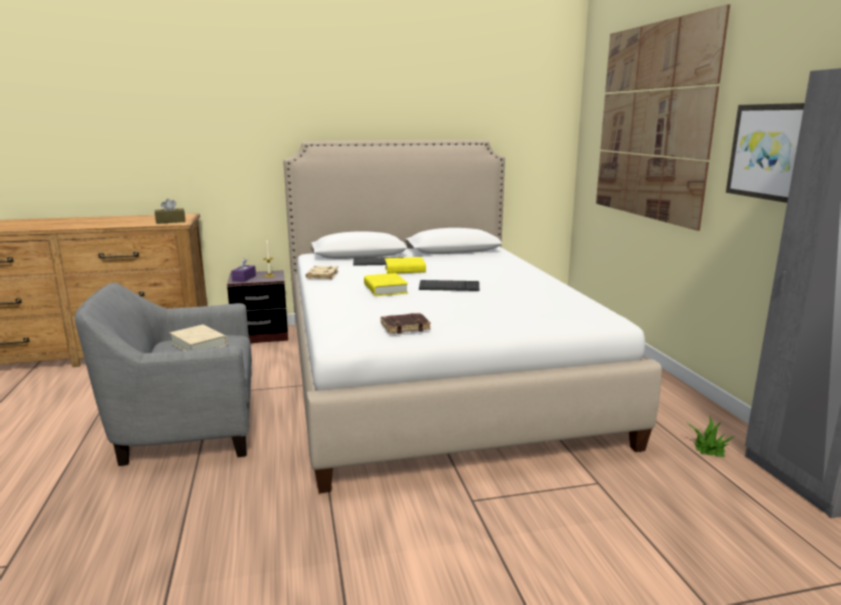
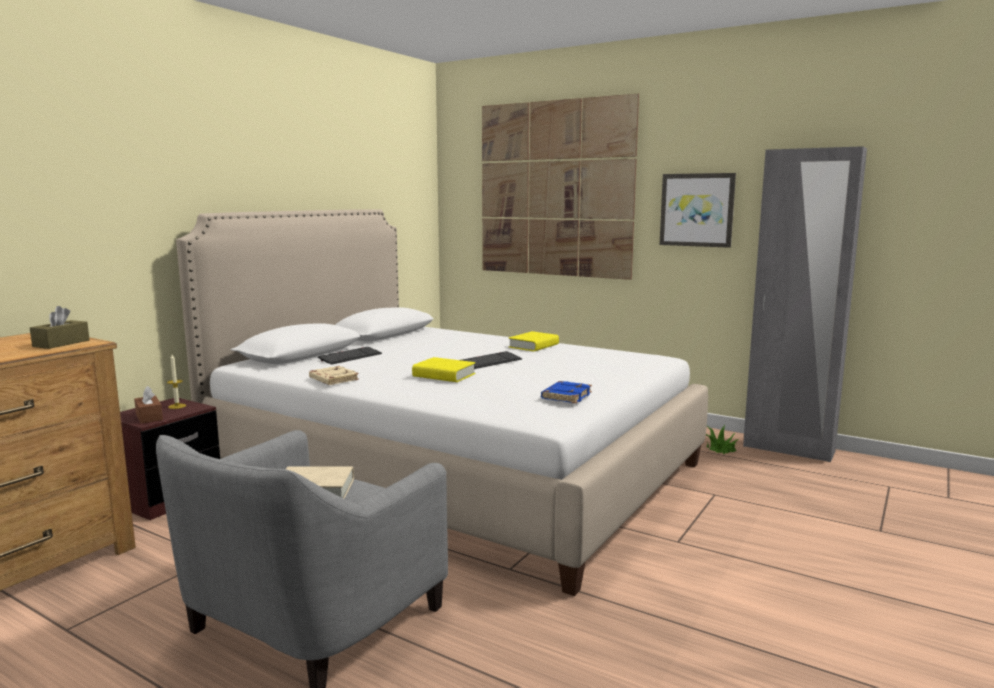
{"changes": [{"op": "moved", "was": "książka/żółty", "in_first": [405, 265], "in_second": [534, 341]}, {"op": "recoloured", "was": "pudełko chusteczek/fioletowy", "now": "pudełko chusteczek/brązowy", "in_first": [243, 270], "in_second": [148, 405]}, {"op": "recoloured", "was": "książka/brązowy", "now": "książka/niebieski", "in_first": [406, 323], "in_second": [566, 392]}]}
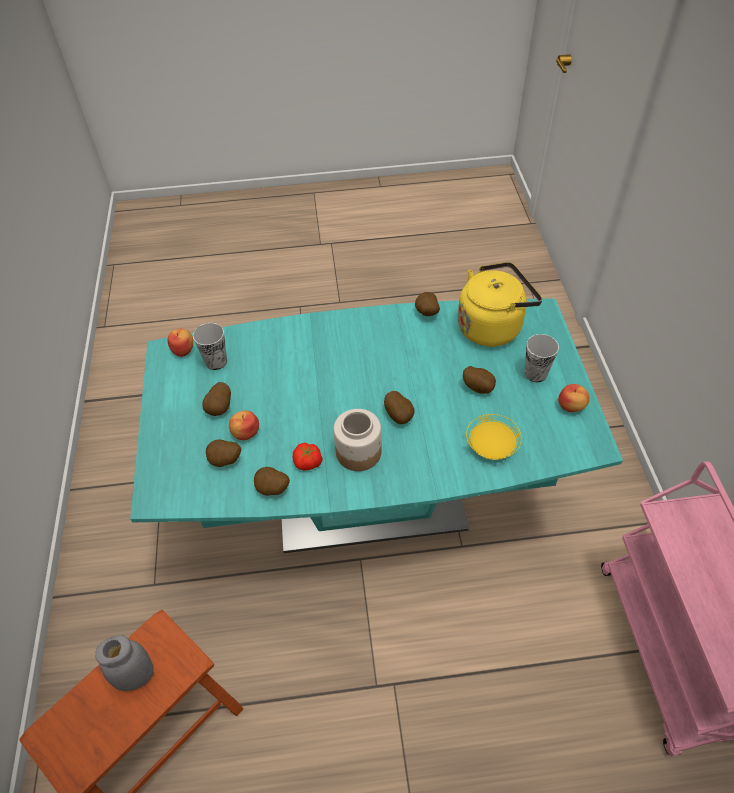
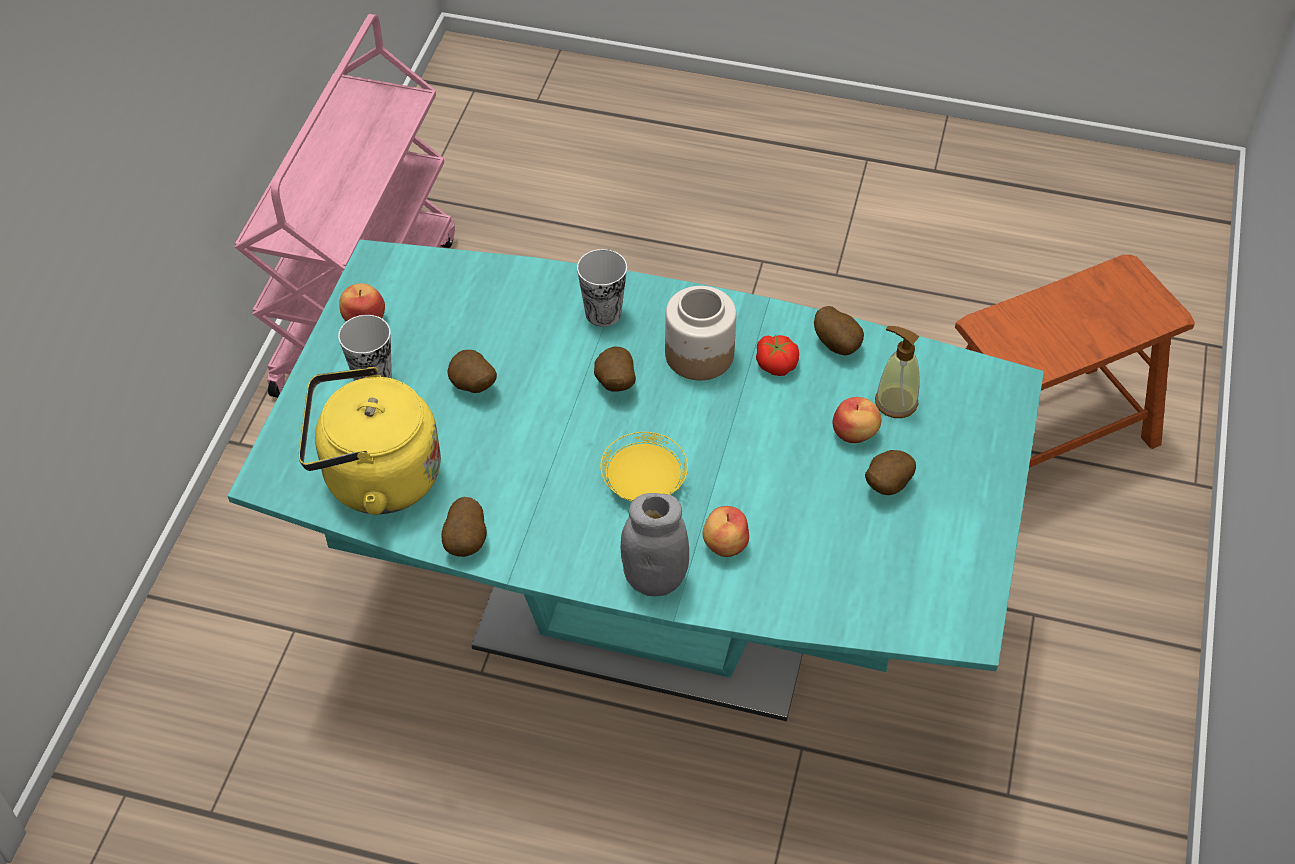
{"changes": [{"op": "moved", "was": "słoik/szary", "in_first": [124, 663], "in_second": [655, 544]}, {"op": "moved", "was": "jabłko", "in_first": [180, 343], "in_second": [725, 531]}, {"op": "moved", "was": "filiżanka", "in_first": [210, 346], "in_second": [602, 288]}, {"op": "moved", "was": "talerz/żółty", "in_first": [494, 437], "in_second": [644, 466]}, {"op": "replaced", "was": "ziemniak", "now": "dozownik mydła", "in_first": [223, 453], "in_second": [897, 372]}]}
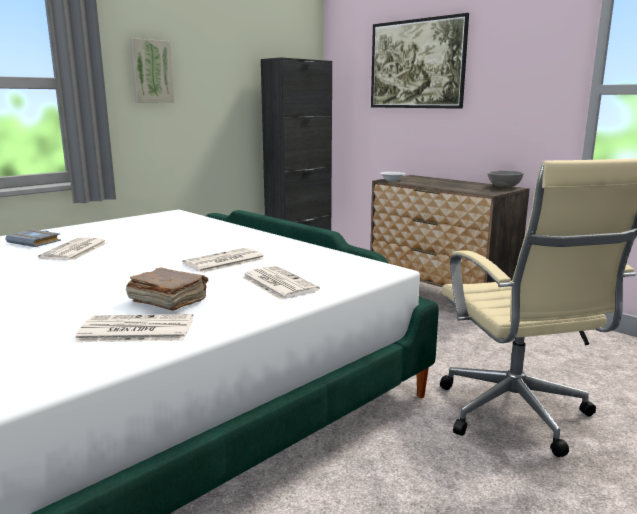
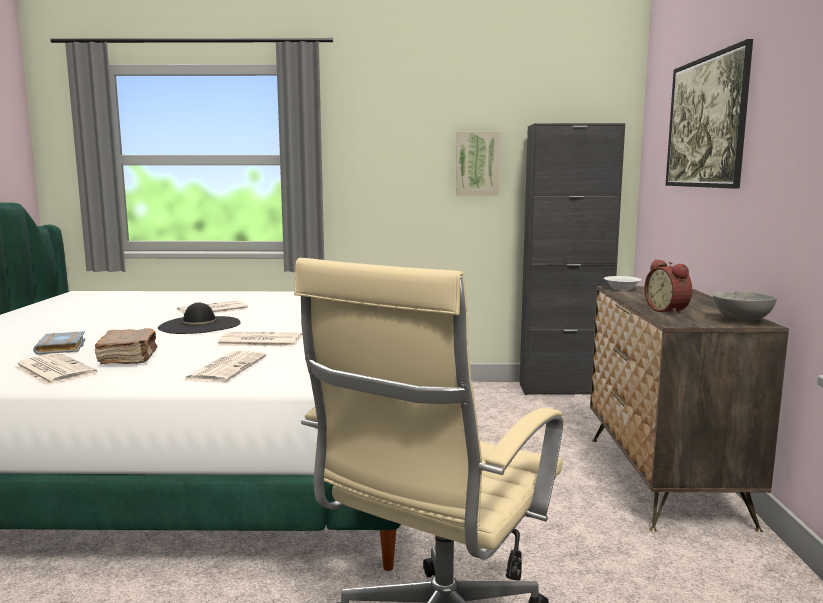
{"changes": [{"op": "added", "now": "kapelusz/czarny", "in_second": [199, 318]}, {"op": "added", "now": "budzik", "in_second": [668, 287]}, {"op": "moved", "was": "książka/szary", "in_first": [33, 238], "in_second": [59, 343]}, {"op": "moved", "was": "obraz", "in_first": [152, 70], "in_second": [478, 163]}]}
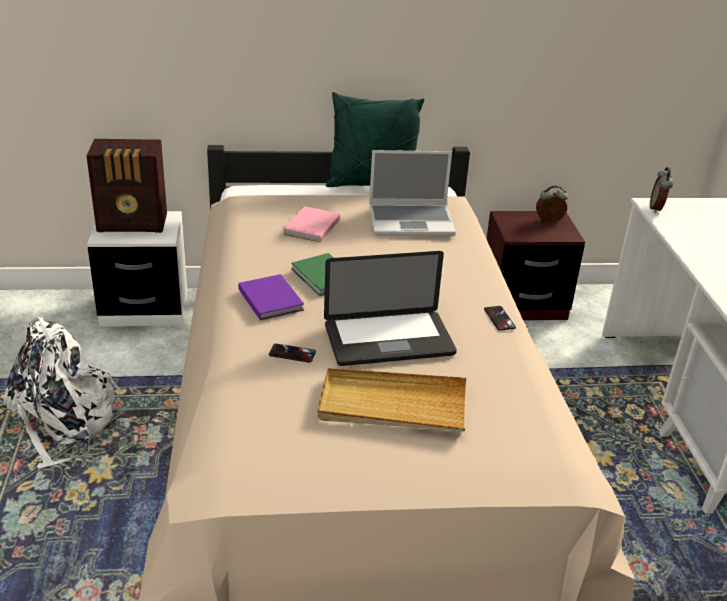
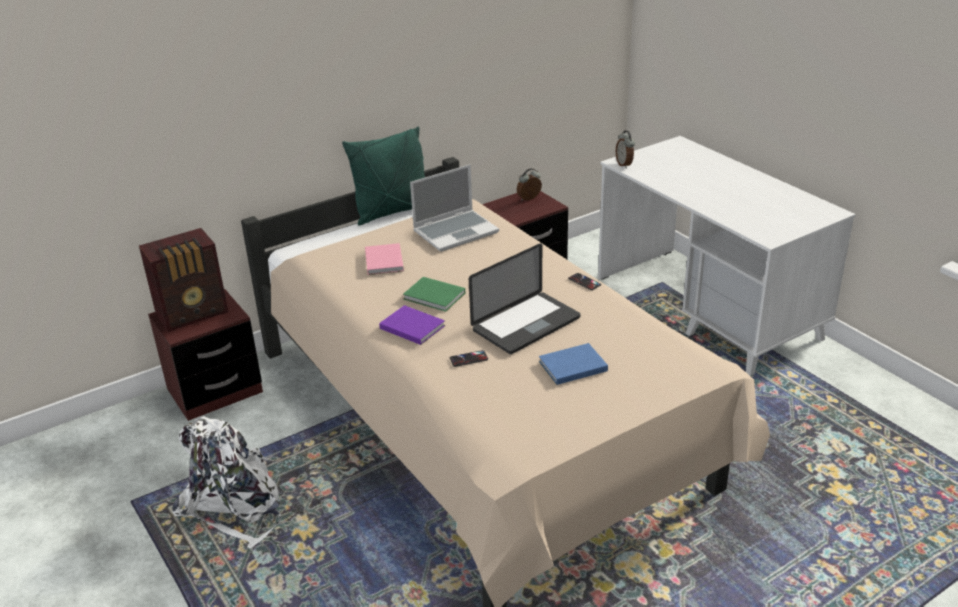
{"changes": [{"op": "replaced", "was": "taca/beżowy", "now": "książka/niebieski", "in_first": [391, 399], "in_second": [573, 364]}, {"op": "recoloured", "was": "szafka nocna/biały", "now": "szafka nocna/brązowy", "in_first": [137, 269], "in_second": [205, 355]}]}
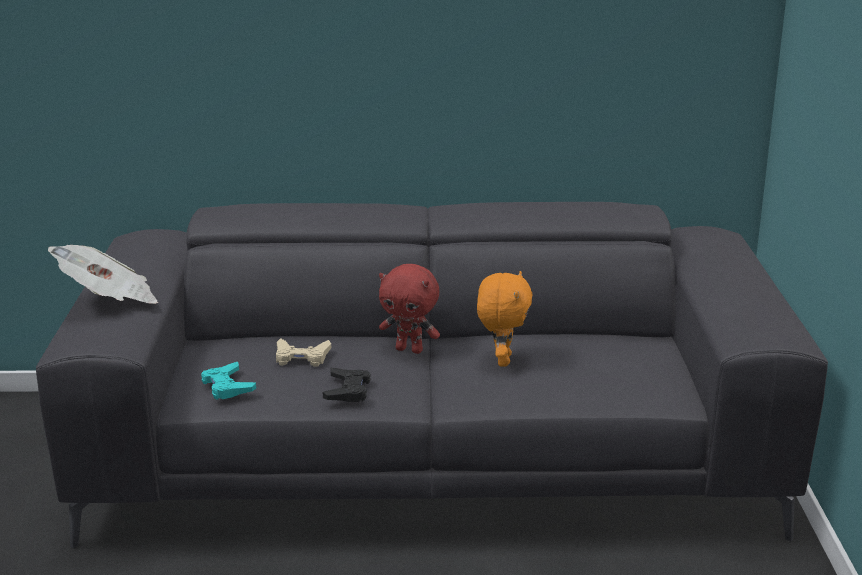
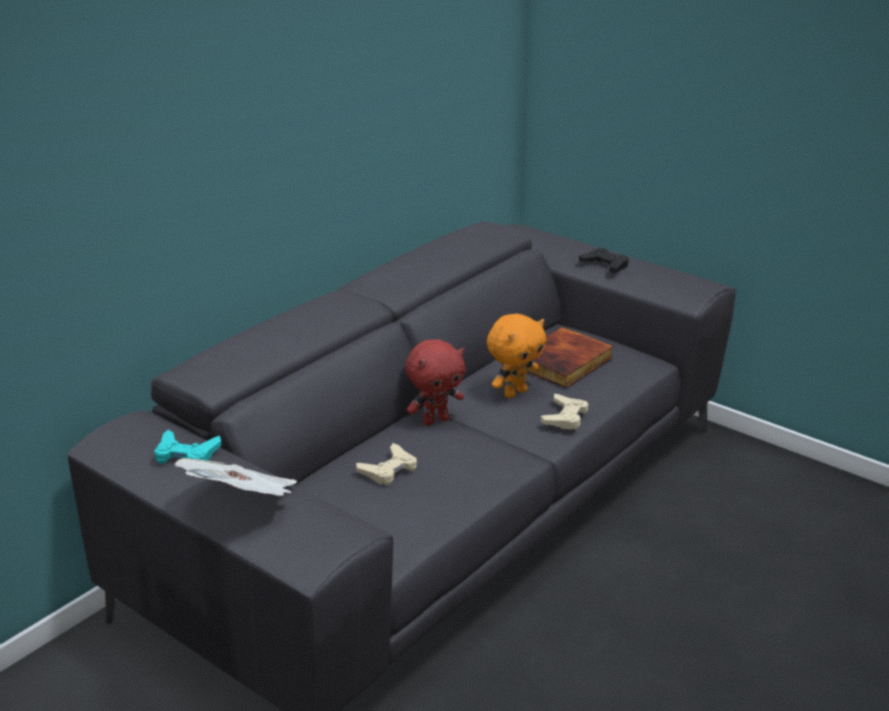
{"changes": [{"op": "added", "now": "książka", "in_second": [570, 357]}, {"op": "added", "now": "pad do gier/beżowy", "in_second": [564, 411]}, {"op": "moved", "was": "pad do gier/turkusowy", "in_first": [228, 381], "in_second": [187, 447]}, {"op": "moved", "was": "pad do gier/czarny", "in_first": [347, 385], "in_second": [604, 260]}, {"op": "turned", "was": "pluszak/pomarańczowy", "in_first": [504, 319], "in_second": [516, 356], "clockwise": 90}]}
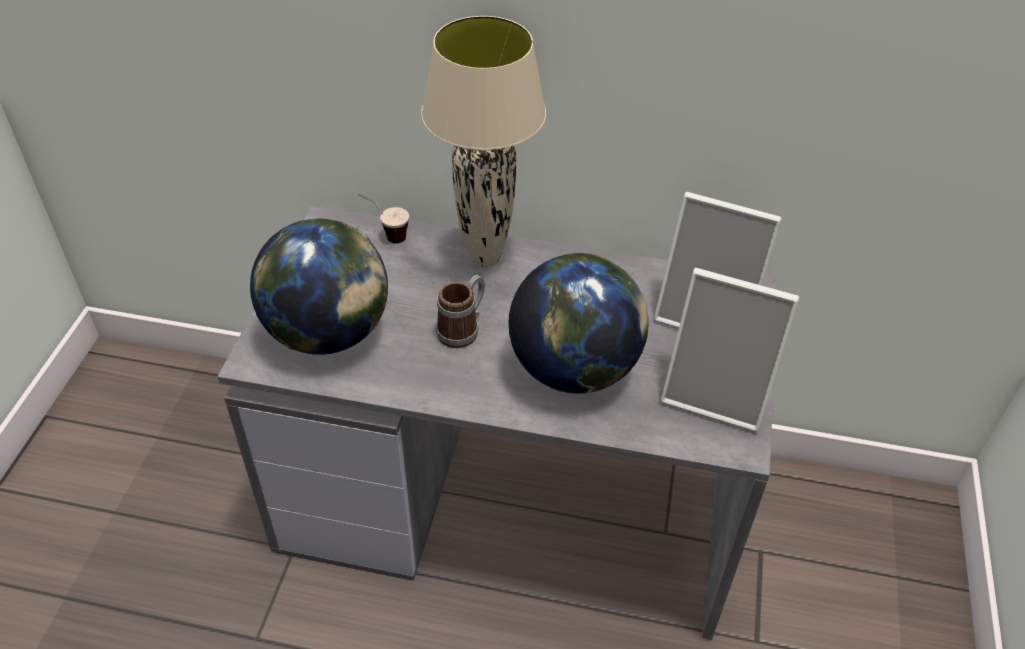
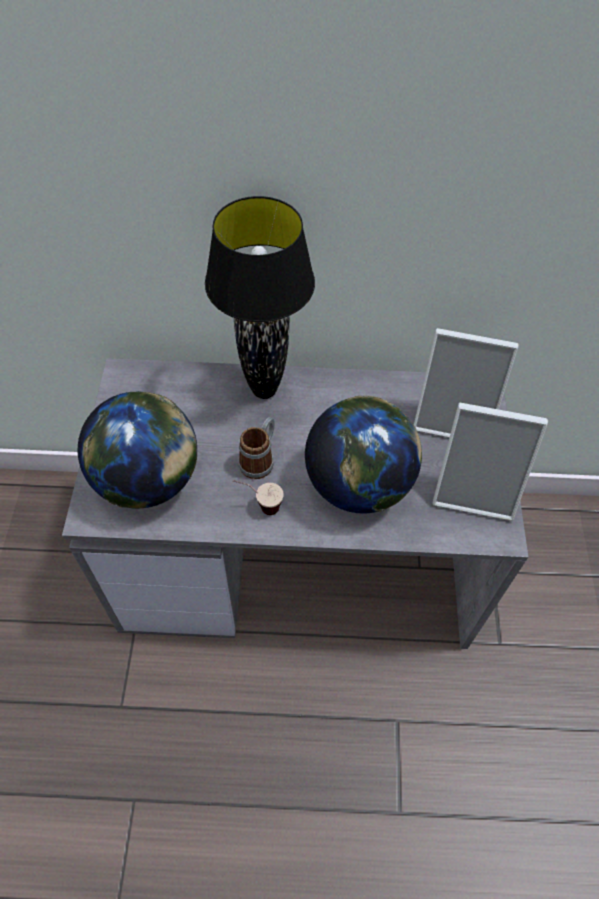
{"changes": [{"op": "moved", "was": "filiżanka", "in_first": [383, 218], "in_second": [258, 497]}, {"op": "recoloured", "was": "lampa stołowa/beżowy", "now": "lampa stołowa/czarny", "in_first": [483, 141], "in_second": [260, 297]}]}
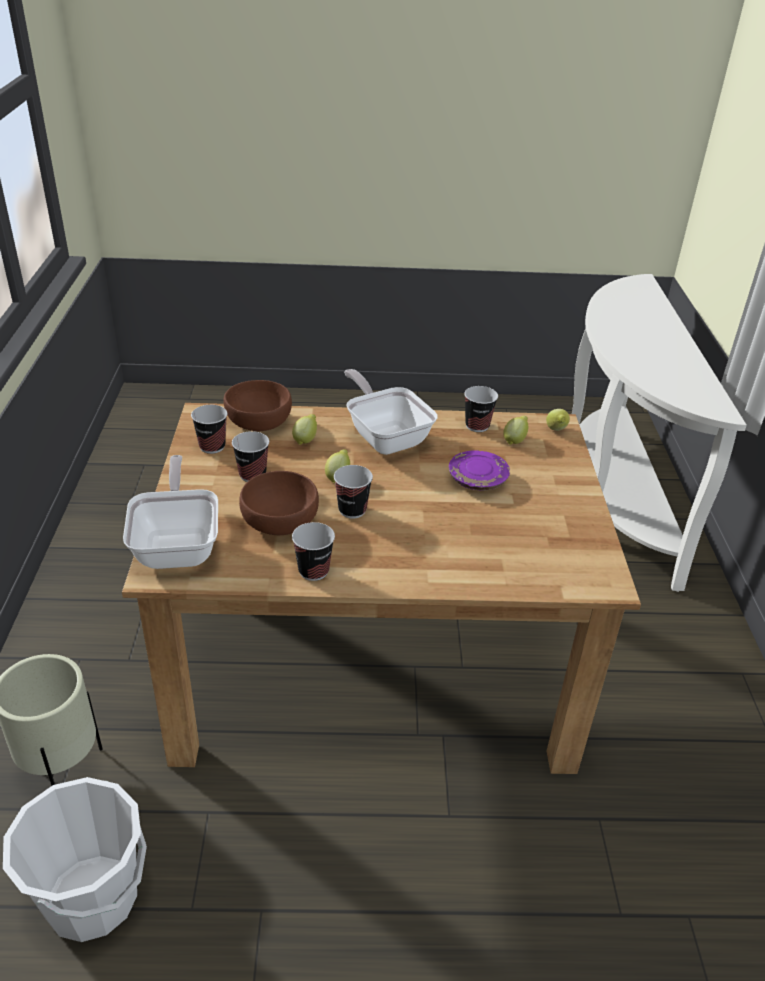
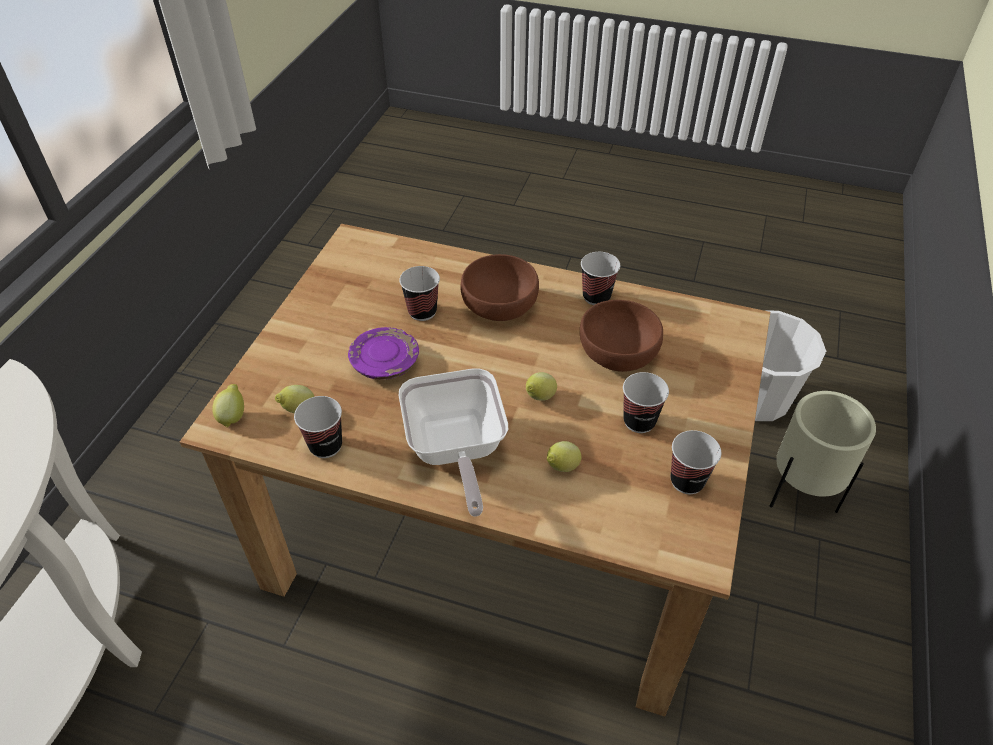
{"changes": [{"op": "removed", "was": "patelnia", "in_first": [170, 512]}, {"op": "moved", "was": "miska/brązowy", "in_first": [257, 405], "in_second": [499, 287]}, {"op": "moved", "was": "filiżanka", "in_first": [353, 491], "in_second": [419, 293]}]}
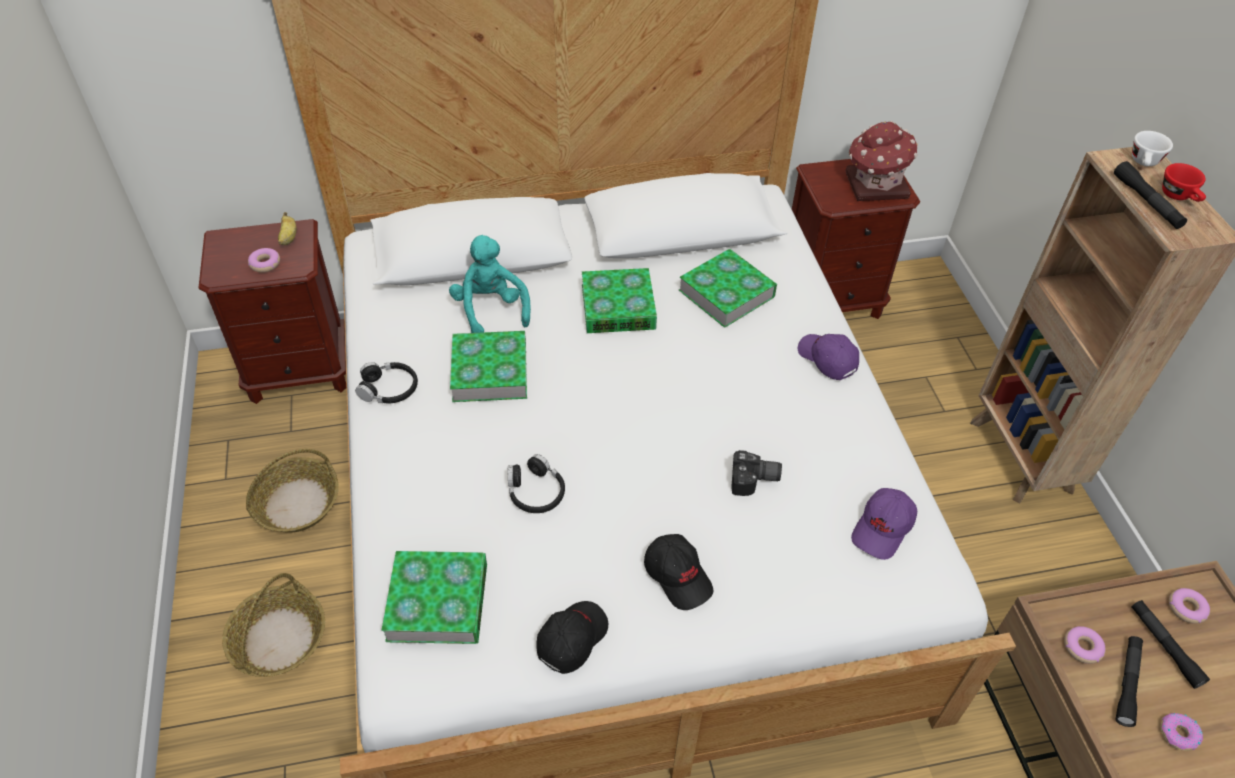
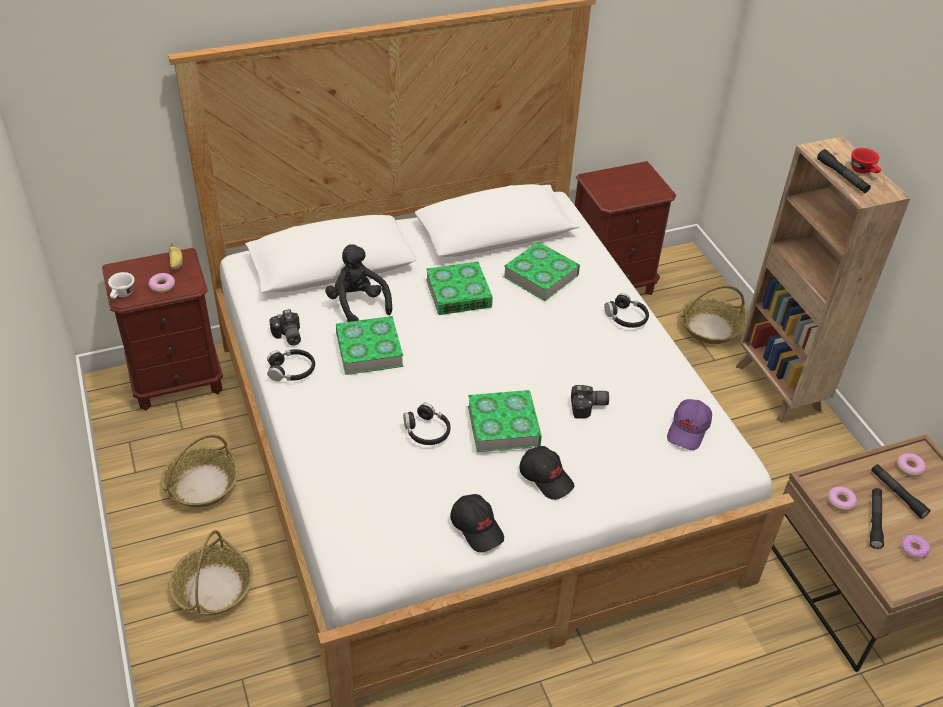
{"changes": [{"op": "removed", "was": "domek", "in_first": [881, 161]}, {"op": "added", "now": "aparat fotograficzny", "in_second": [285, 327]}, {"op": "added", "now": "koszyk", "in_second": [712, 315]}, {"op": "moved", "was": "książka", "in_first": [434, 597], "in_second": [505, 421]}, {"op": "moved", "was": "filiżanka/biały", "in_first": [1152, 149], "in_second": [121, 285]}, {"op": "replaced", "was": "czapka z daszkiem/fioletowy", "now": "słuchawki/czarny", "in_first": [828, 357], "in_second": [626, 310]}, {"op": "recoloured", "was": "pluszak/turkusowy", "now": "pluszak/czarny", "in_first": [490, 284], "in_second": [358, 283]}, {"op": "turned", "was": "czapka z daszkiem/czarny", "in_first": [572, 637], "in_second": [477, 523], "clockwise": 120}]}
